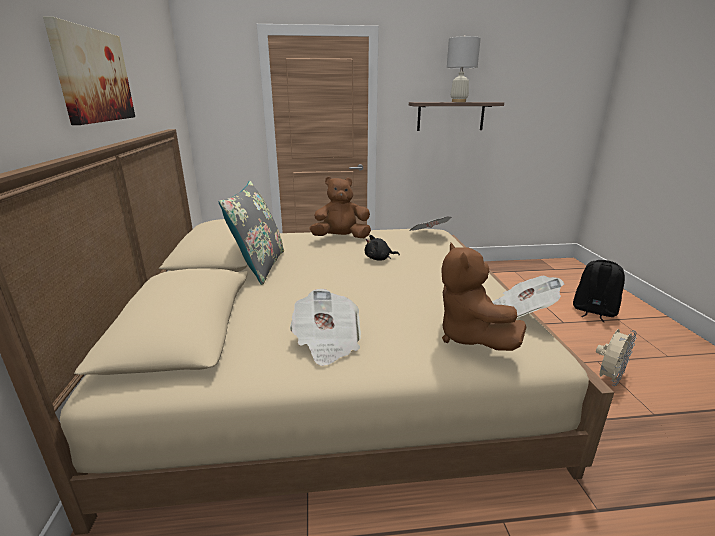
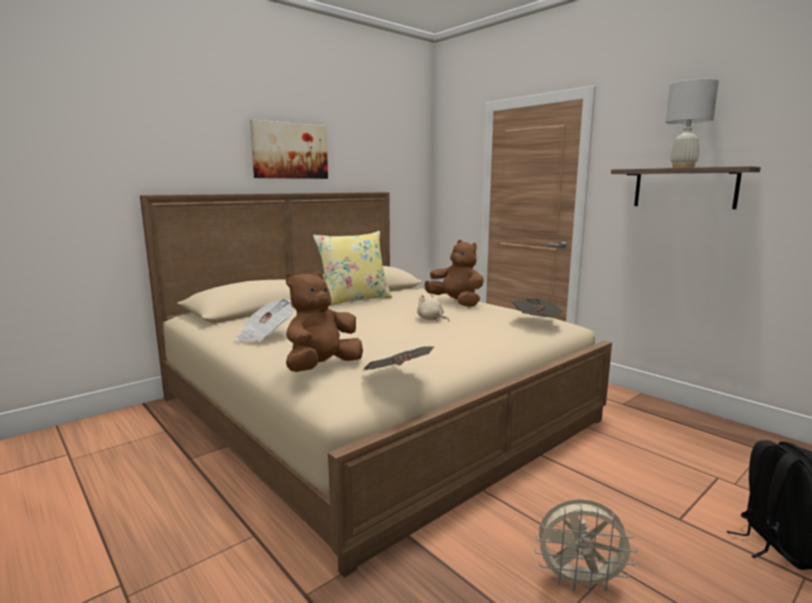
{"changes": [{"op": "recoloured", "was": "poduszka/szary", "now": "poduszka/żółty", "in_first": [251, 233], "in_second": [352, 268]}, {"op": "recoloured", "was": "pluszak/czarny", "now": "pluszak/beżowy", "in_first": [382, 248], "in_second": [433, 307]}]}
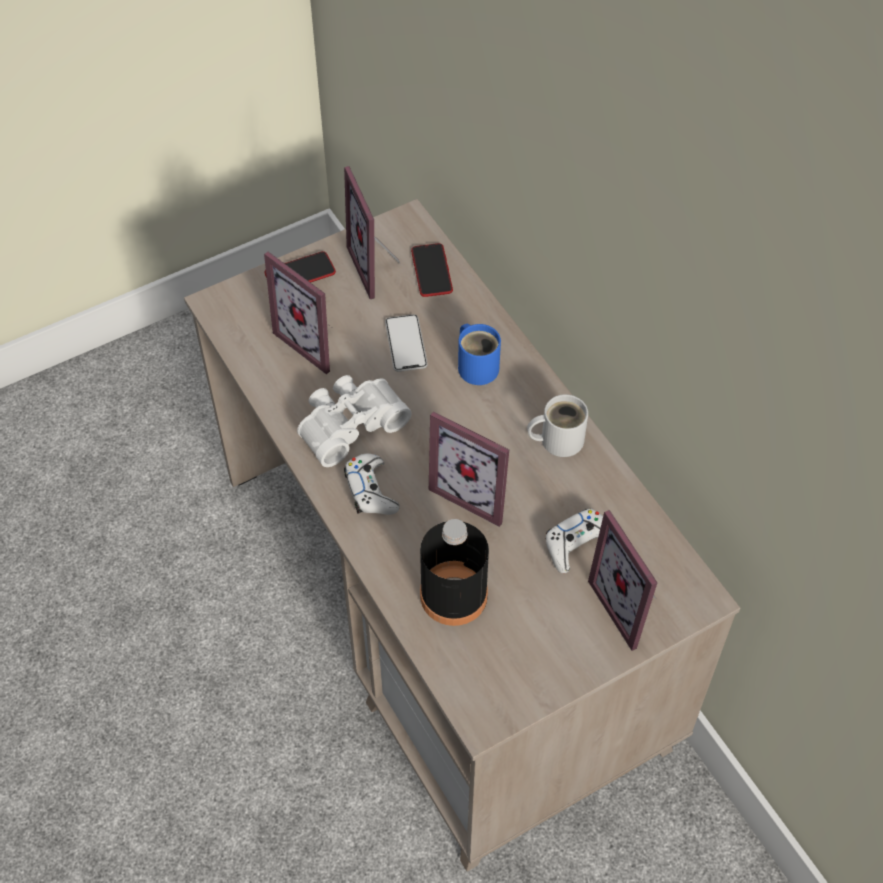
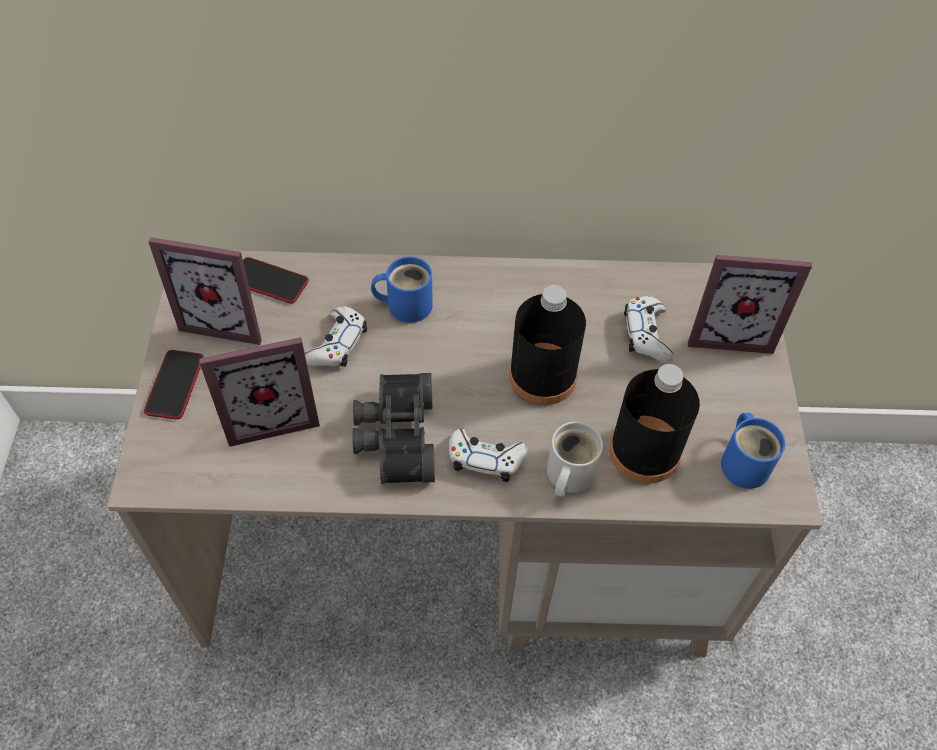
{"changes": [{"op": "added", "now": "kubek/niebieski", "in_second": [753, 451]}, {"op": "moved", "was": "kubek/biały", "in_first": [557, 425], "in_second": [575, 459]}, {"op": "replaced", "was": "telefon", "now": "pad do gier/biały", "in_first": [406, 343], "in_second": [336, 337]}, {"op": "replaced", "was": "ramka na zdjęcie", "now": "butelka/czarny", "in_first": [469, 469], "in_second": [547, 345]}, {"op": "recoloured", "was": "lornetka/biały", "now": "lornetka/czarny", "in_first": [354, 421], "in_second": [393, 428]}]}
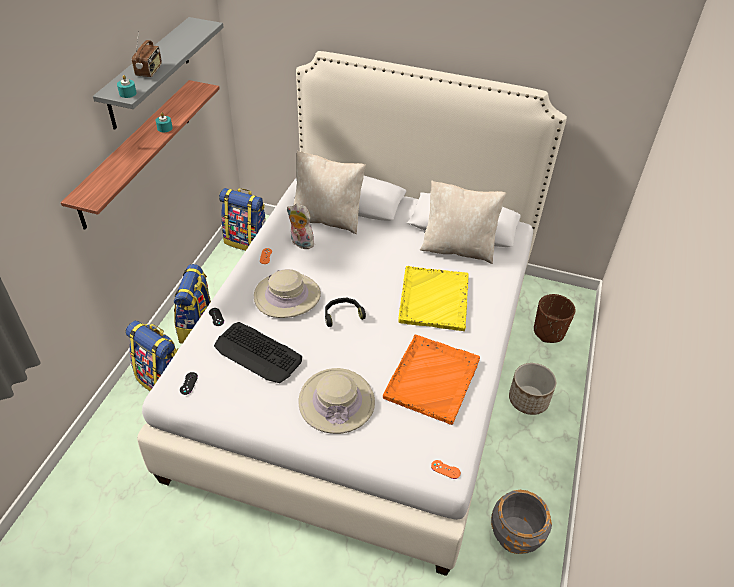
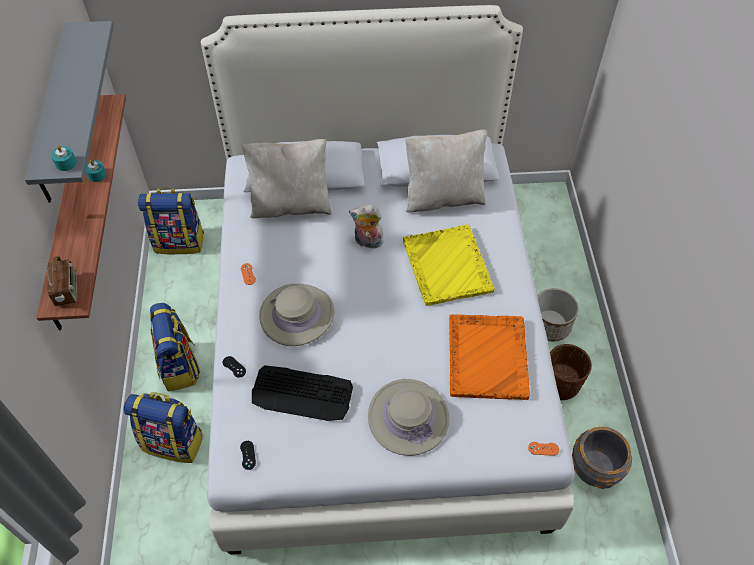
{"changes": [{"op": "removed", "was": "słuchawki/czarny", "in_first": [345, 312]}, {"op": "moved", "was": "radio", "in_first": [147, 54], "in_second": [60, 281]}, {"op": "moved", "was": "pluszak", "in_first": [300, 226], "in_second": [366, 227]}, {"op": "moved", "was": "donica/brązowy", "in_first": [555, 318], "in_second": [571, 372]}]}
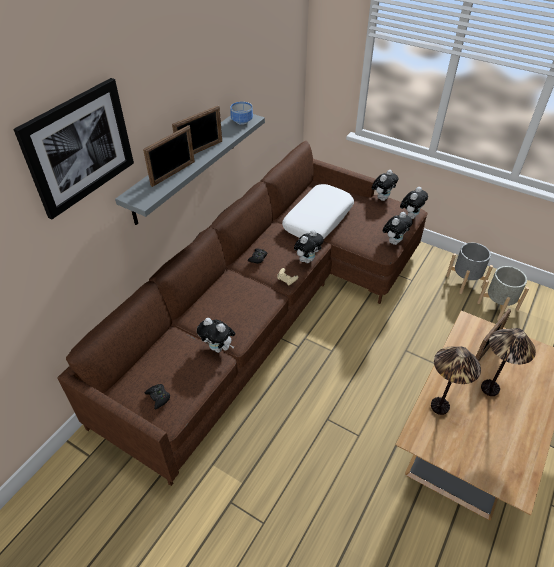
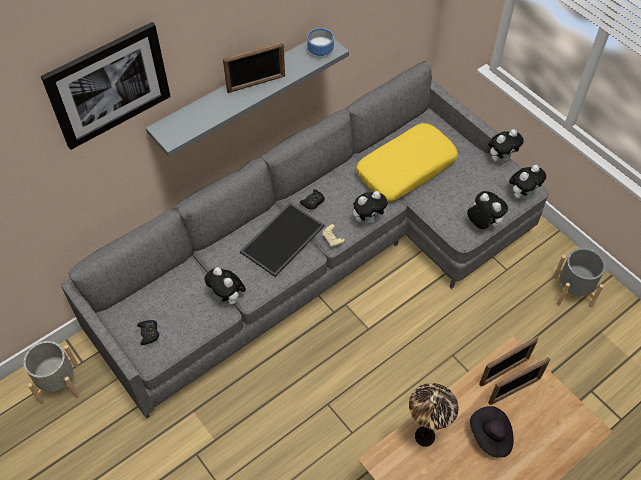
{"changes": [{"op": "added", "now": "taca", "in_second": [282, 240]}, {"op": "moved", "was": "ramka na zdjęcie", "in_first": [169, 156], "in_second": [508, 361]}, {"op": "moved", "was": "donica/szary", "in_first": [503, 293], "in_second": [51, 372]}, {"op": "replaced", "was": "lampa stołowa", "now": "kapelusz/czarny", "in_first": [508, 362], "in_second": [492, 432]}, {"op": "recoloured", "was": "kanapa/brązowy", "now": "kanapa/szary", "in_first": [242, 313], "in_second": [305, 239]}, {"op": "recoloured", "was": "poduszka/biały", "now": "poduszka/żółty", "in_first": [318, 211], "in_second": [407, 162]}, {"op": "turned", "was": "pluszak", "in_first": [398, 228], "in_second": [487, 210], "clockwise": -105}]}
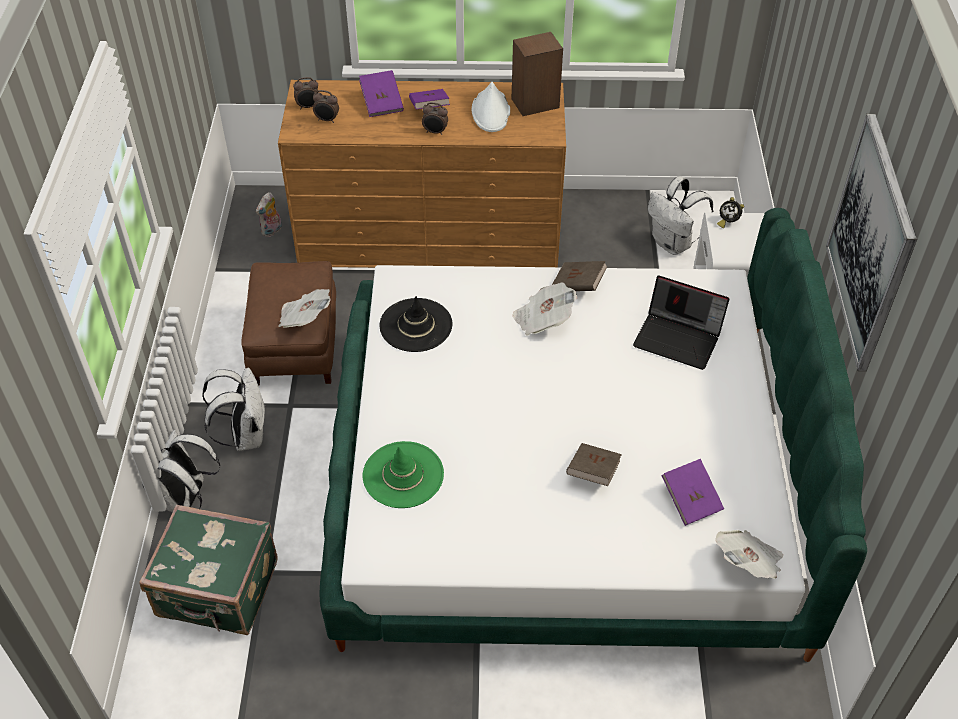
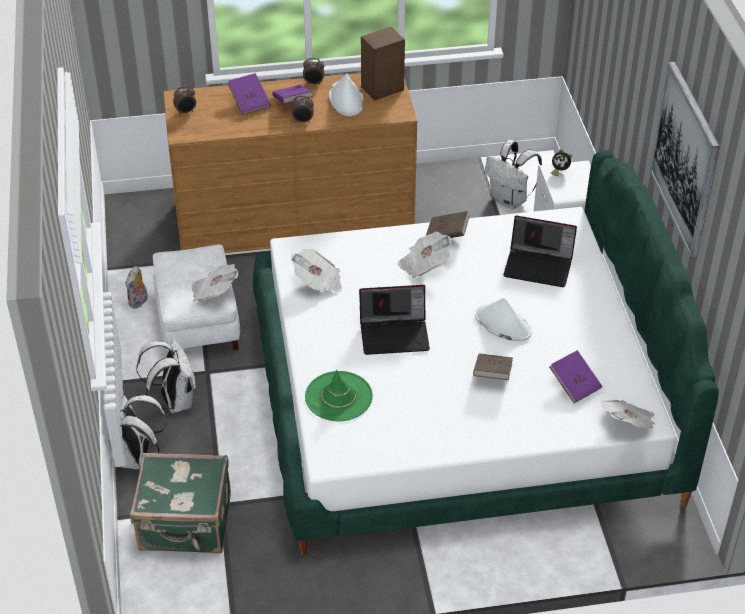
{"changes": [{"op": "added", "now": "laptop", "in_second": [394, 320]}, {"op": "added", "now": "kapelusz/biały", "in_second": [503, 319]}, {"op": "moved", "was": "pluszak", "in_first": [269, 214], "in_second": [137, 287]}, {"op": "moved", "was": "budzik", "in_first": [326, 106], "in_second": [313, 71]}, {"op": "replaced", "was": "kapelusz/czarny", "now": "gazeta", "in_first": [416, 324], "in_second": [316, 270]}, {"op": "recoloured", "was": "pufa/brązowy", "now": "pufa/biały", "in_first": [288, 323], "in_second": [196, 297]}]}
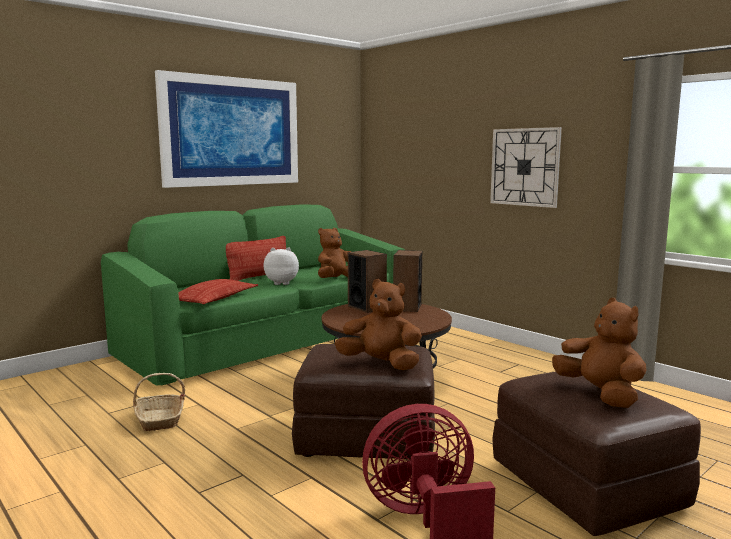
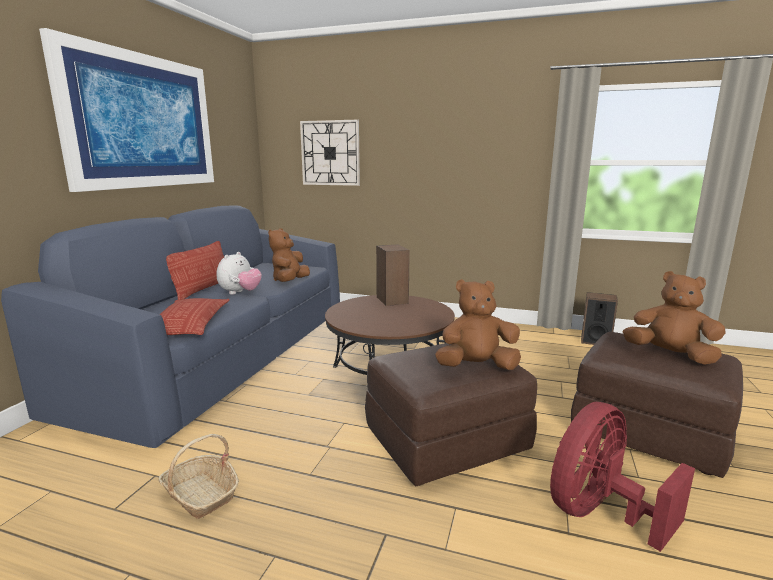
{"changes": [{"op": "moved", "was": "głośnik", "in_first": [367, 281], "in_second": [599, 318]}, {"op": "moved", "was": "zegar ścienny", "in_first": [526, 167], "in_second": [330, 153]}, {"op": "recoloured", "was": "kanapa/zielony", "now": "kanapa/niebieski", "in_first": [253, 295], "in_second": [170, 327]}, {"op": "turned", "was": "pluszak", "in_first": [281, 266], "in_second": [239, 273], "clockwise": 150}]}
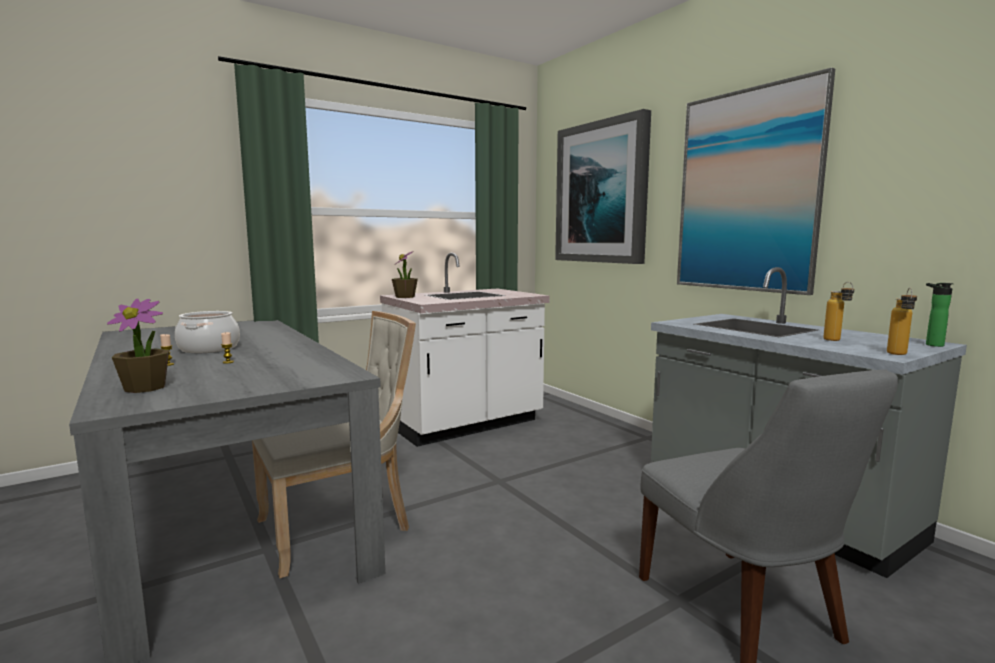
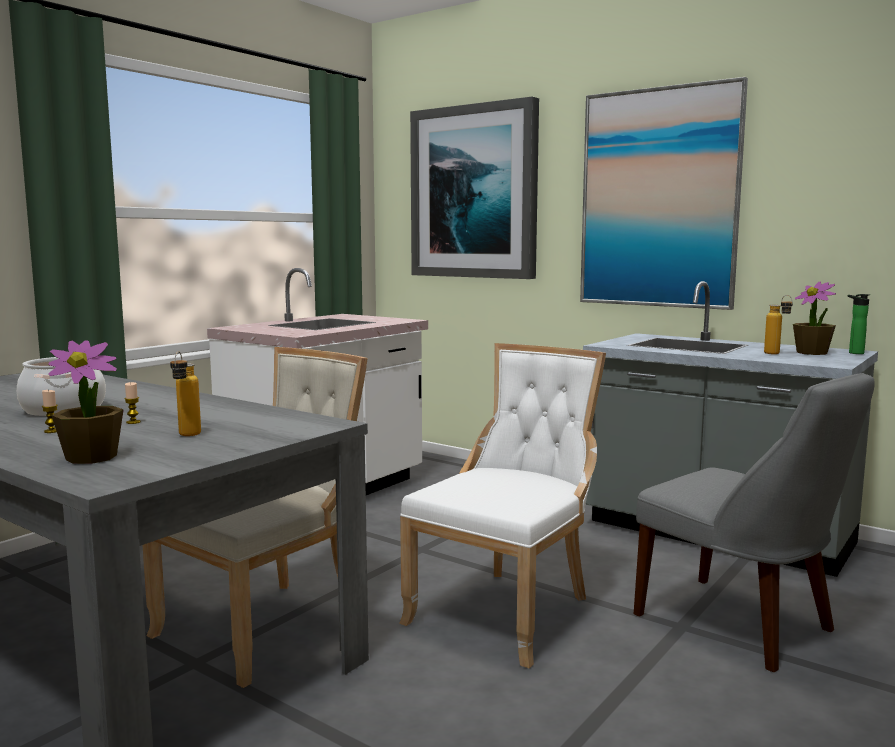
{"changes": [{"op": "added", "now": "krzesło/biały", "in_second": [502, 505]}, {"op": "moved", "was": "roślina doniczkowa", "in_first": [405, 274], "in_second": [814, 318]}, {"op": "moved", "was": "butelka", "in_first": [902, 321], "in_second": [185, 393]}]}
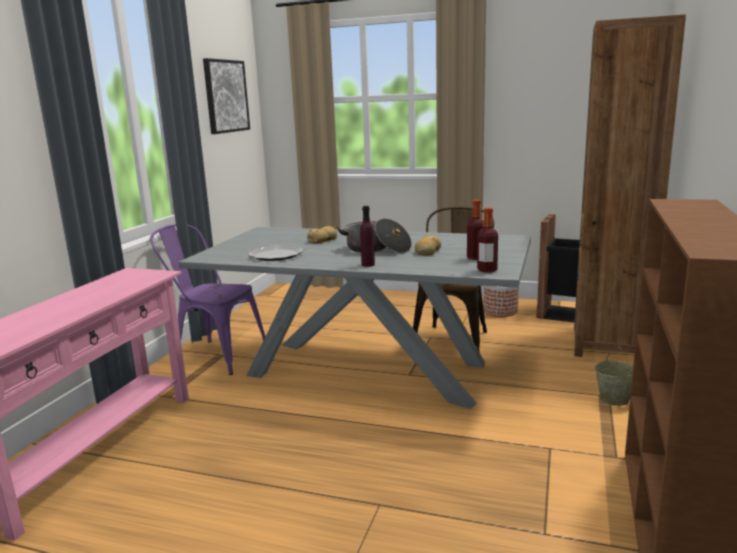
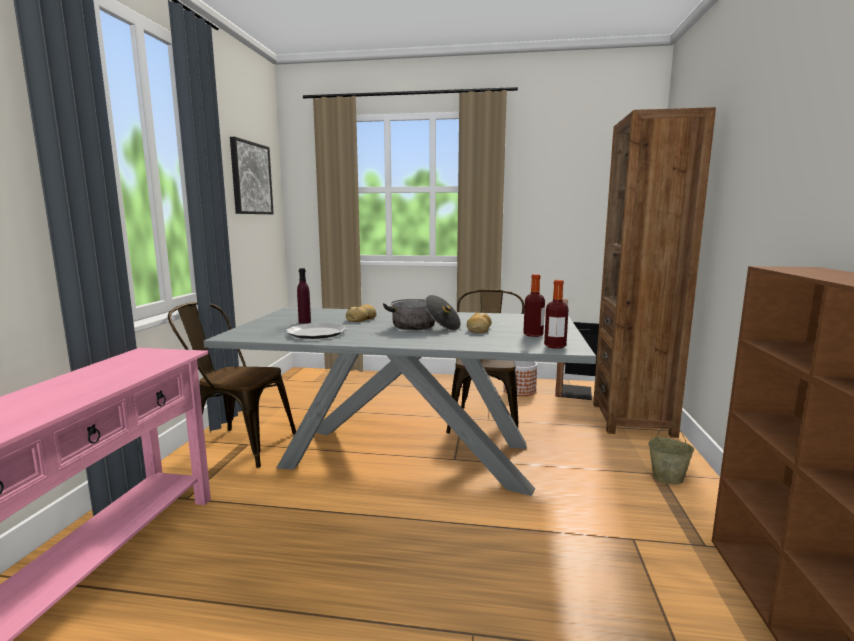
{"changes": [{"op": "moved", "was": "butelka/fioletowy", "in_first": [367, 236], "in_second": [304, 296]}, {"op": "recoloured", "was": "krzesło/fioletowy", "now": "krzesło/brązowy", "in_first": [207, 299], "in_second": [232, 385]}]}
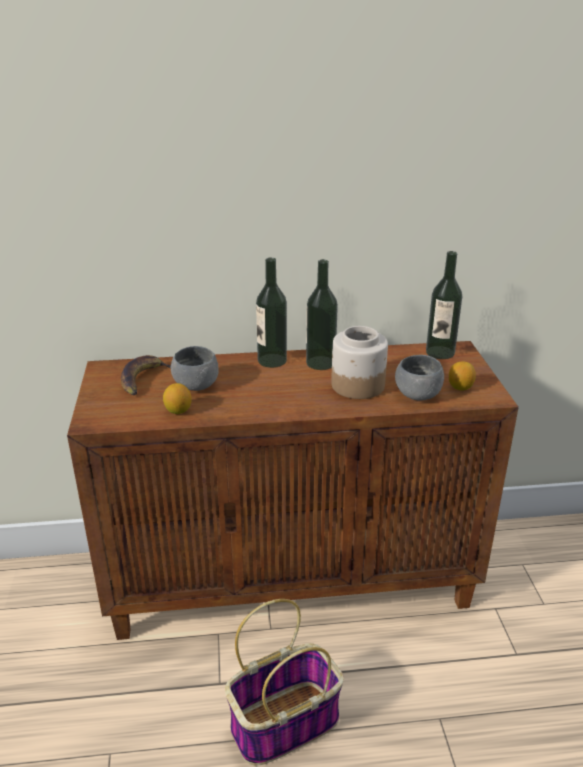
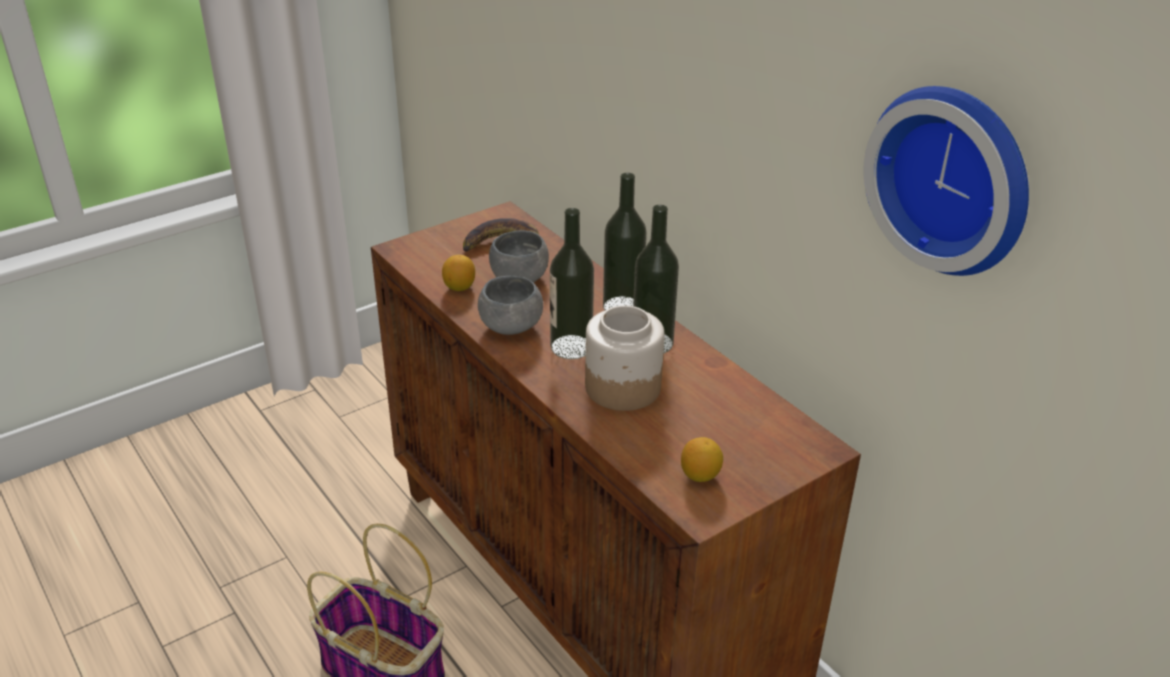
{"changes": [{"op": "added", "now": "zegar ścienny", "in_second": [946, 181]}, {"op": "moved", "was": "miska/szary", "in_first": [419, 377], "in_second": [510, 305]}, {"op": "moved", "was": "butelka", "in_first": [444, 305], "in_second": [572, 283]}]}
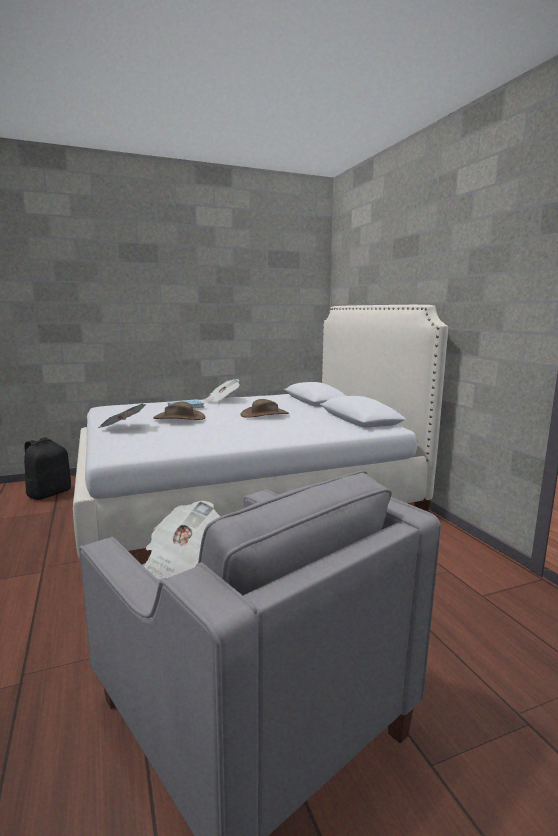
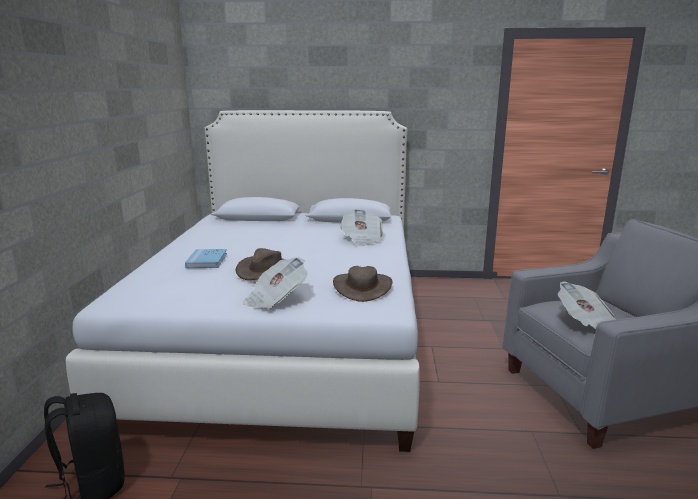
{"changes": [{"op": "moved", "was": "gazeta", "in_first": [221, 391], "in_second": [361, 227]}, {"op": "moved", "was": "kapelusz/brązowy", "in_first": [264, 408], "in_second": [362, 284]}]}
